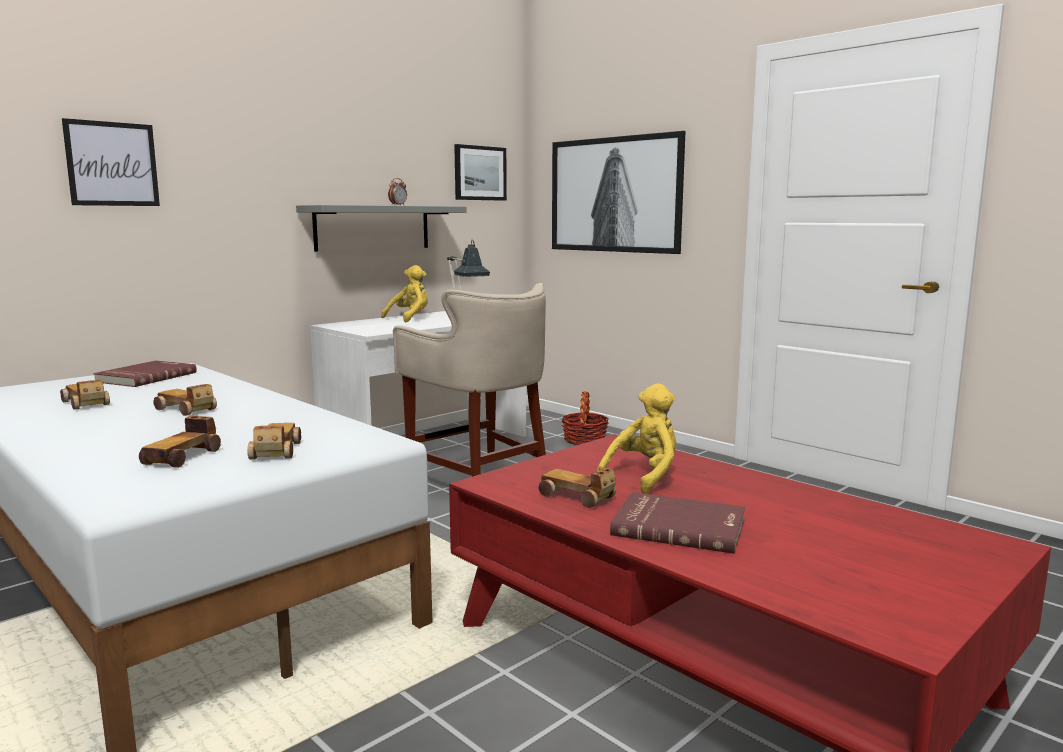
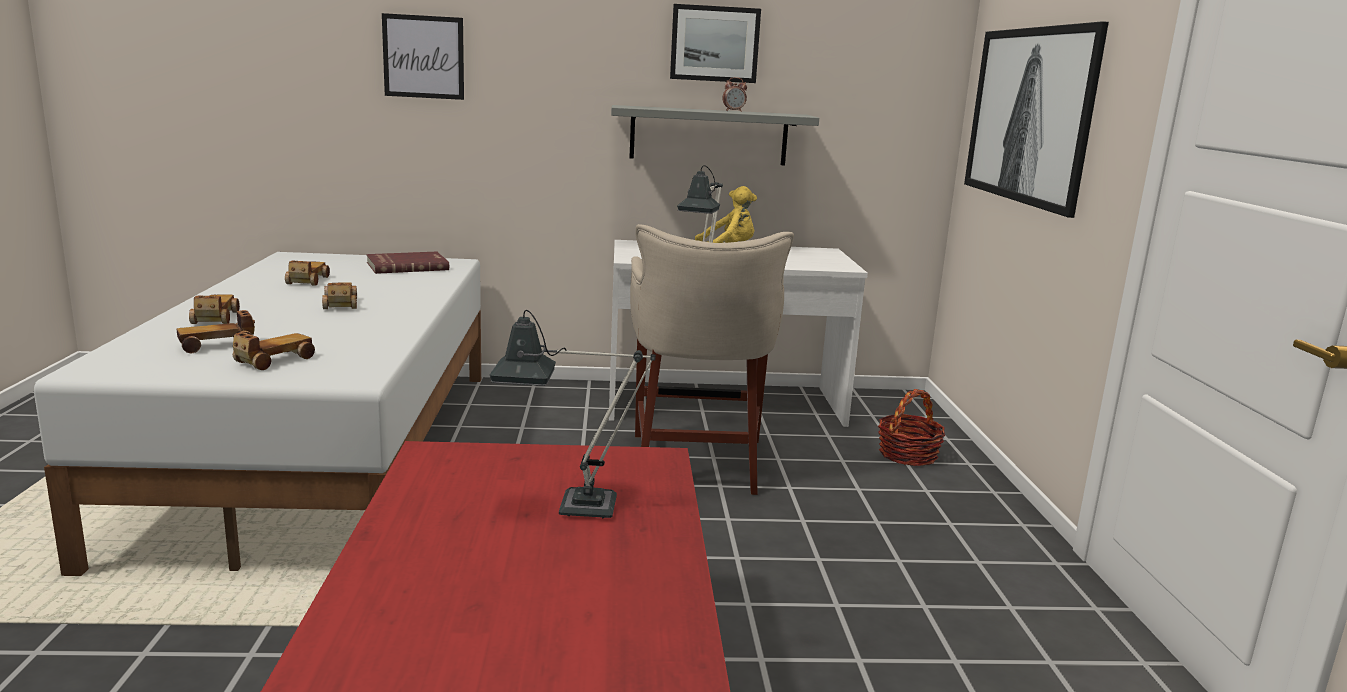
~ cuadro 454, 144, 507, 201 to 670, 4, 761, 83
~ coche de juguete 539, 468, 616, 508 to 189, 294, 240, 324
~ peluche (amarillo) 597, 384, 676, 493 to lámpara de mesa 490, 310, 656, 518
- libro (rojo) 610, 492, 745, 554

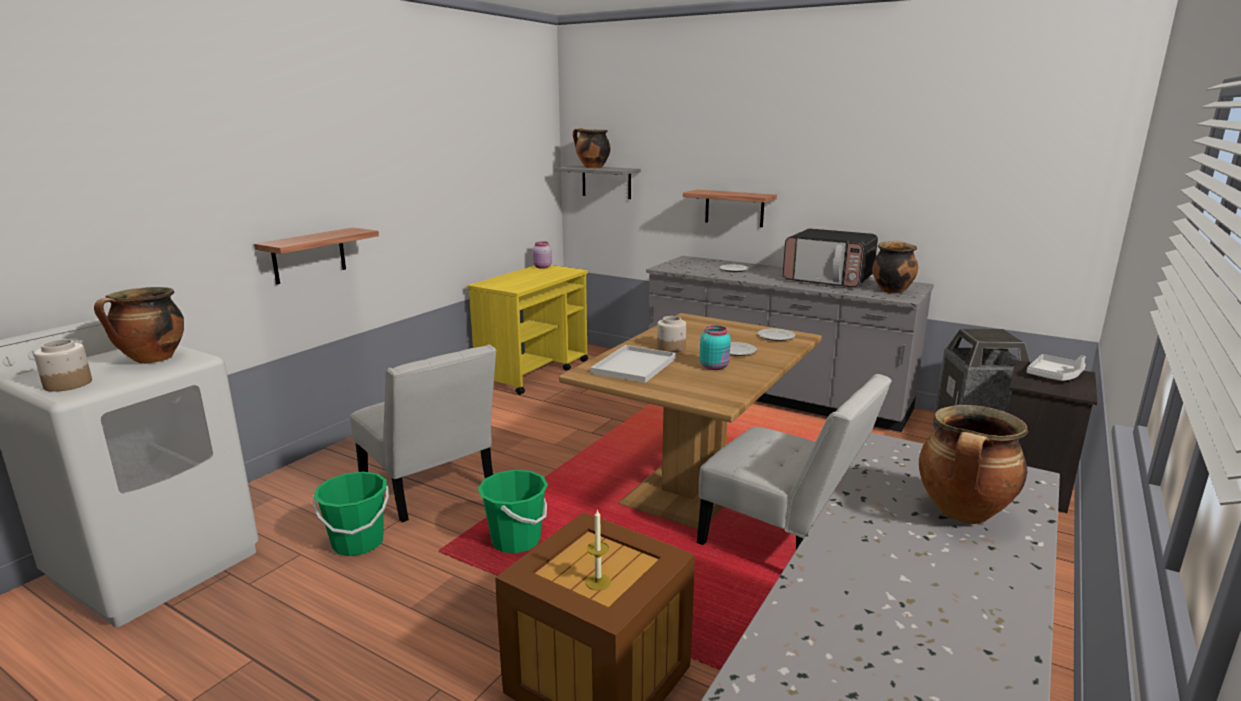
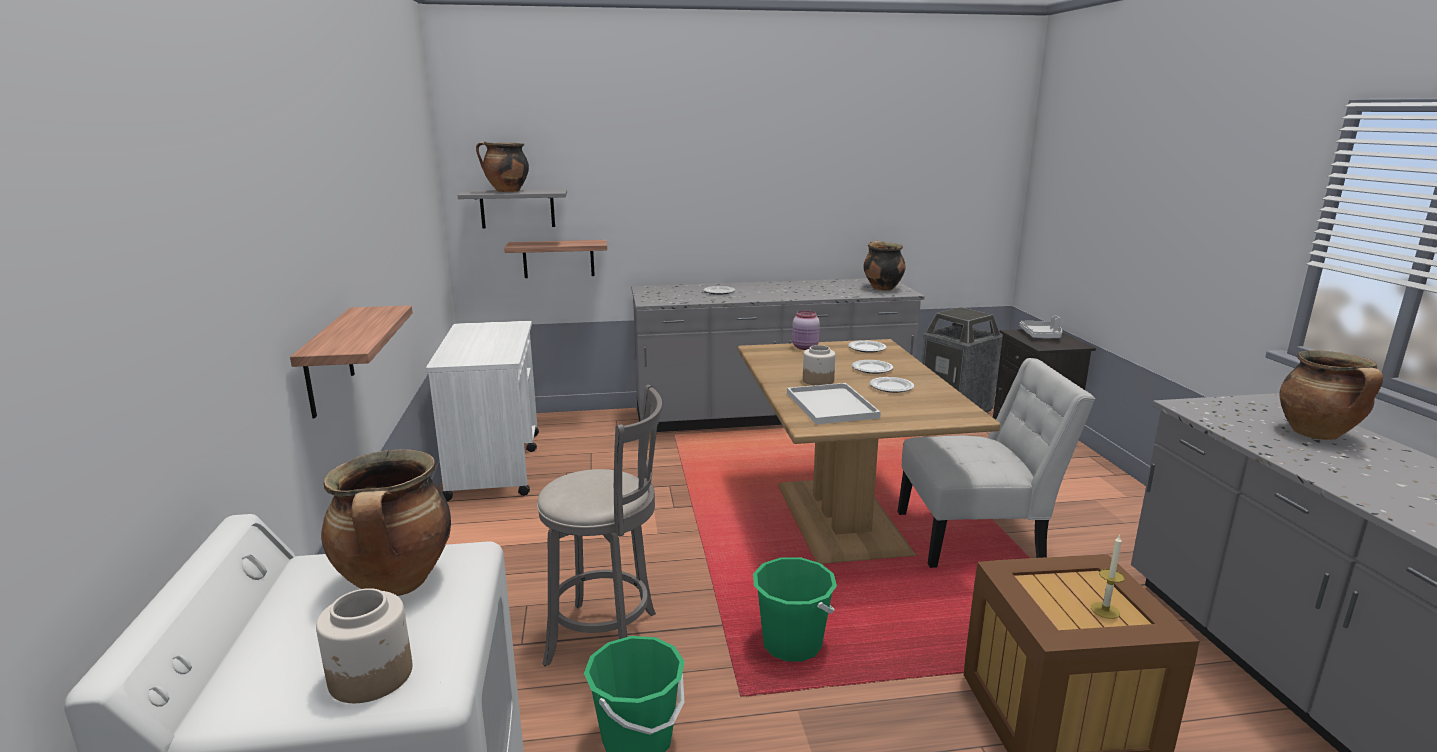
~ silla (blanco) 350, 345, 496, 522 to taburete (gris) 537, 385, 662, 666
~ carrito (amarillo) 468, 265, 588, 395 to carrito (blanco) 426, 321, 539, 501
~ tarro (rosa) 533, 242, 552, 269 to 792, 310, 820, 350
~ estante 683, 190, 777, 227 to 504, 240, 607, 278
~ tarro (turquesa) 700, 325, 731, 370 to plato 870, 377, 914, 393
- microondas 783, 229, 878, 288

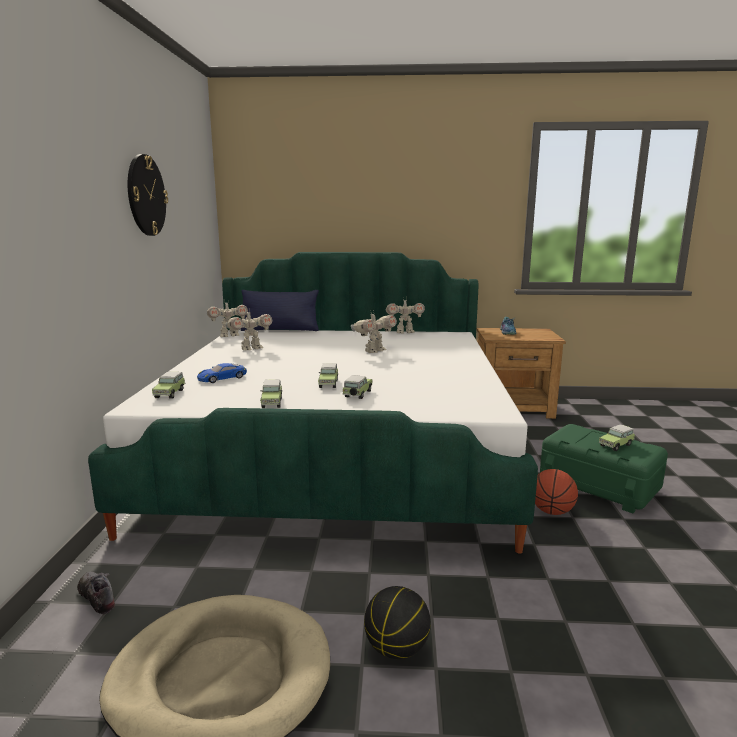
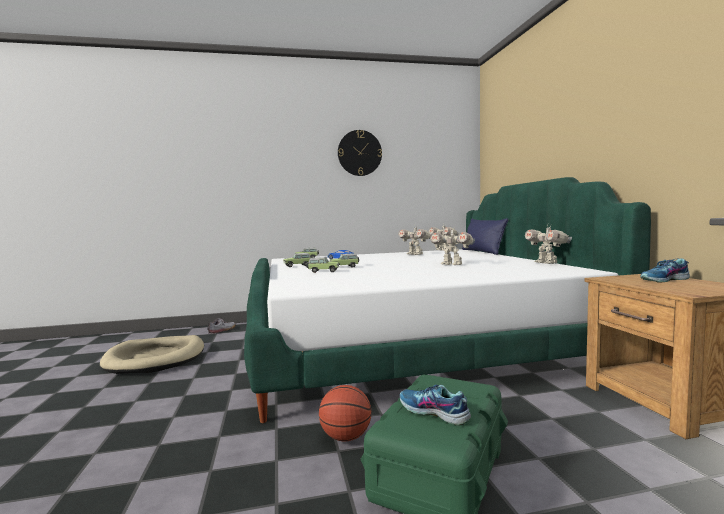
- balón de baloncesto 364, 586, 431, 659
~ coche de juguete 599, 424, 635, 451 to zapato 400, 385, 471, 425

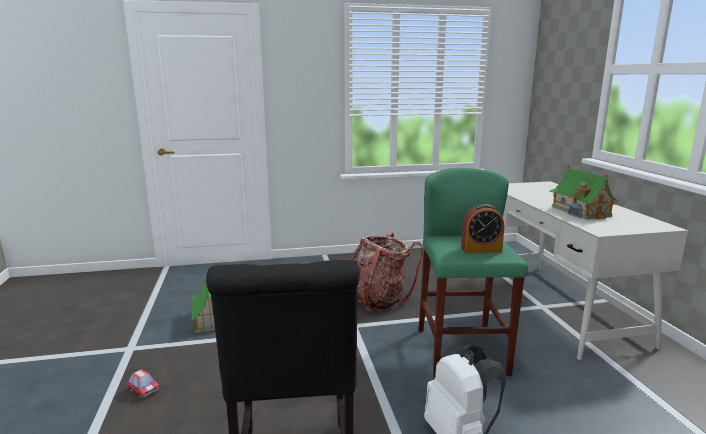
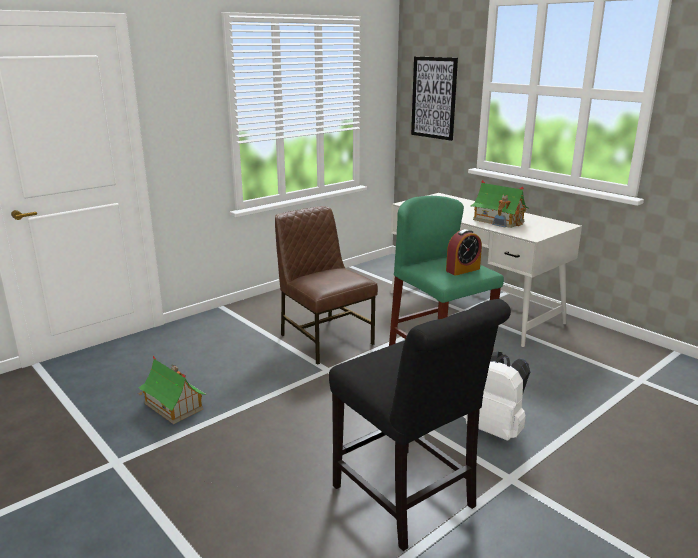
- coche de juguete 127, 369, 160, 398
~ mochila 347, 232, 423, 311 to silla (marrón) 275, 206, 378, 365
+ cuadro 411, 57, 458, 141

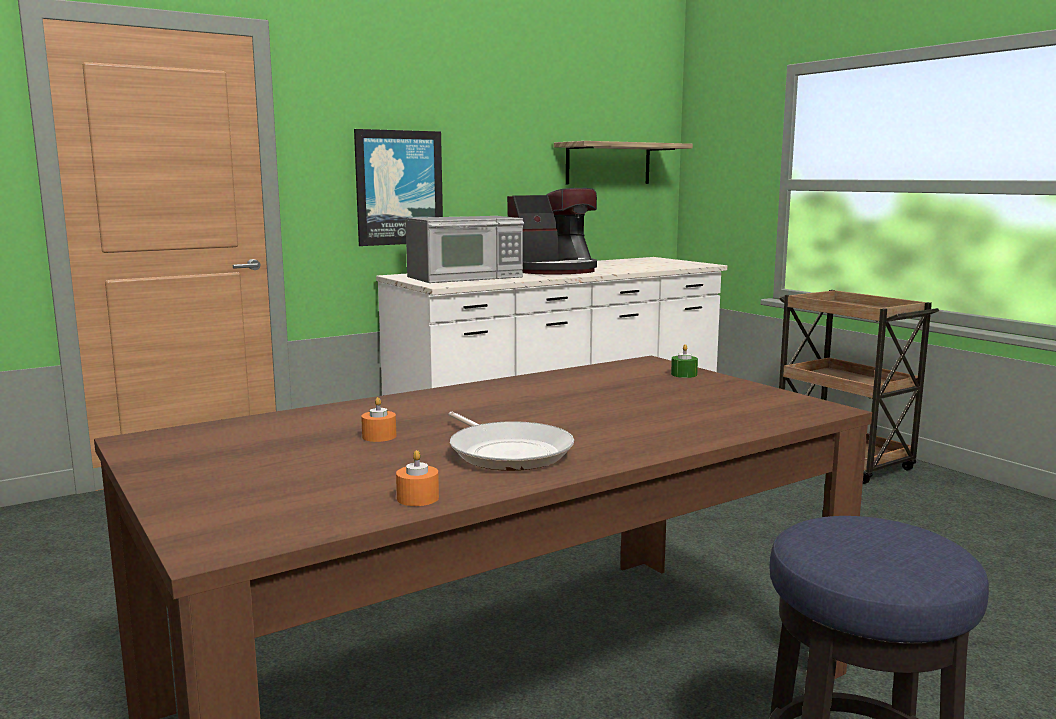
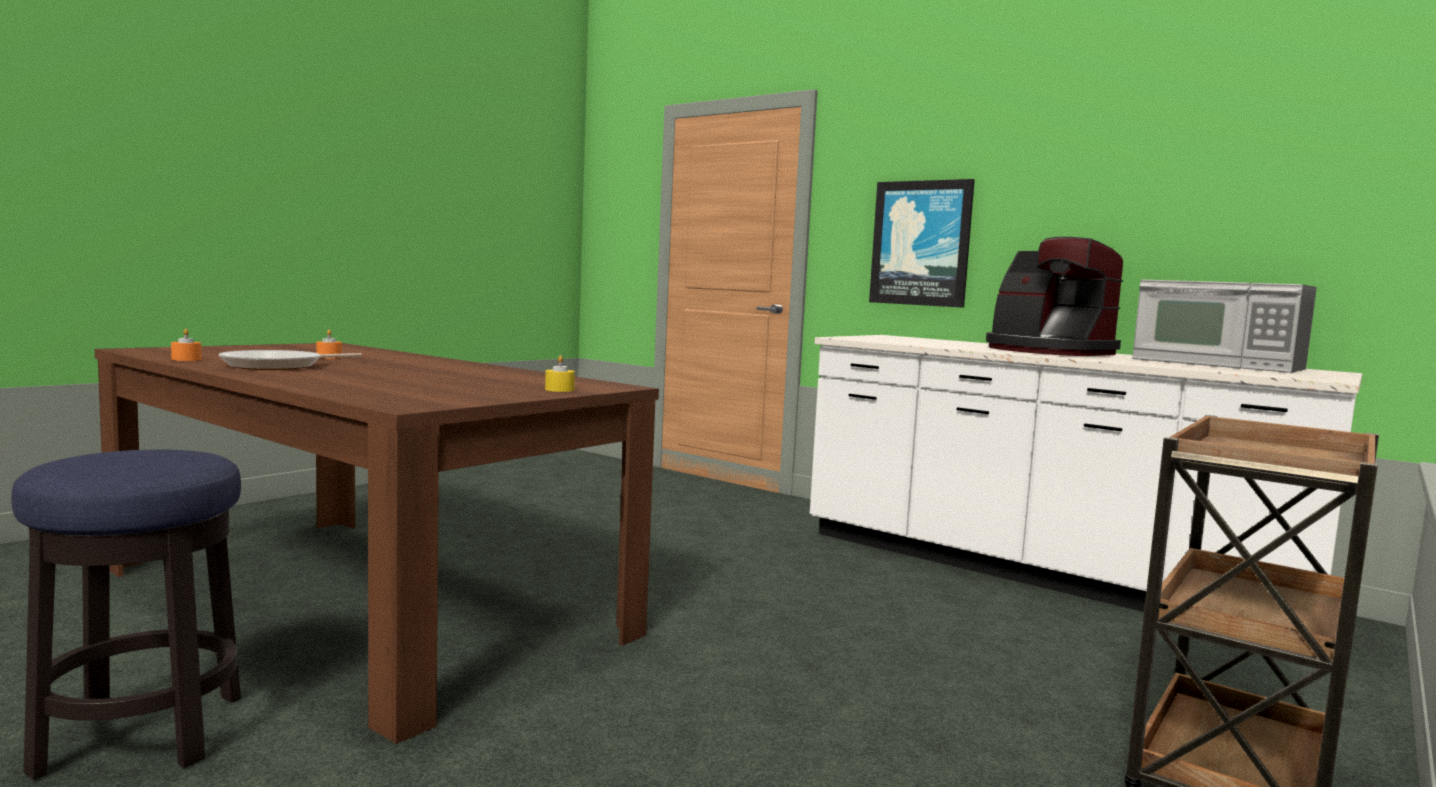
~ microondas 406, 216, 524, 283 to 1132, 279, 1317, 373
- estante 554, 141, 693, 184
~ vela (verde) 671, 344, 698, 378 to vela (amarillo) 545, 355, 575, 392

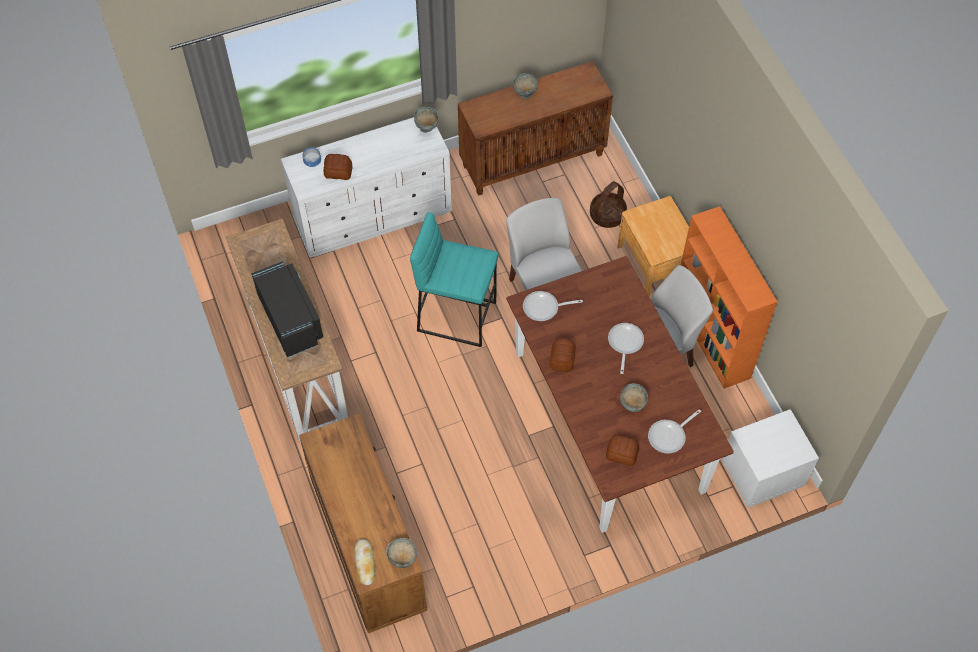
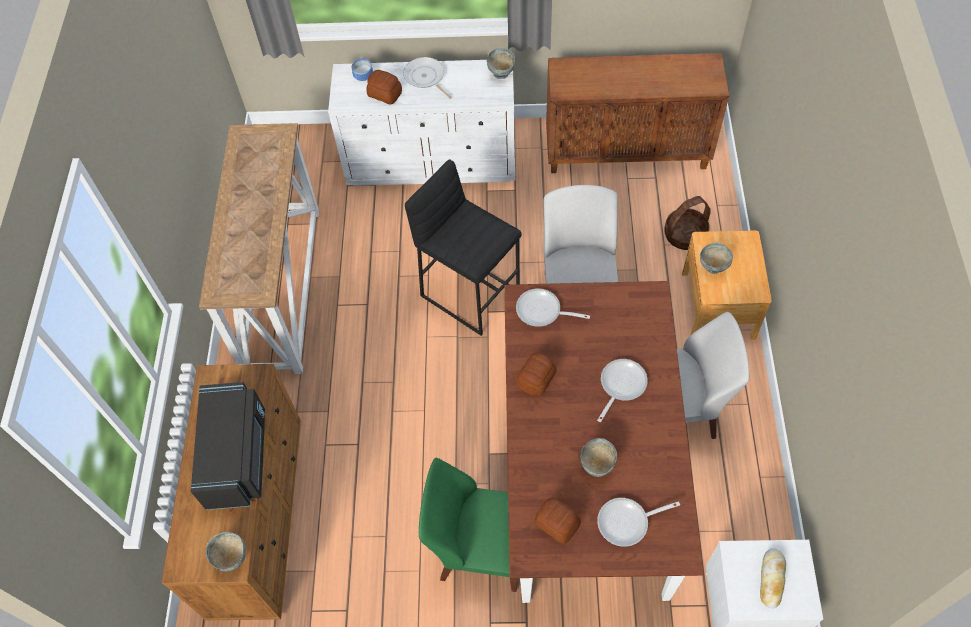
~ microondas (negro) 252, 262, 323, 358 to 191, 382, 265, 510
~ pan 354, 539, 375, 585 to 760, 548, 786, 608
~ taburete (turquesa) 410, 212, 499, 347 to taburete (negro) 405, 159, 522, 336
~ cuenco (gris) 513, 73, 538, 99 to 700, 243, 733, 274
- estantería (naranja) 681, 206, 777, 389
+ sartén 403, 57, 452, 99
+ silla (verde) 419, 458, 518, 592

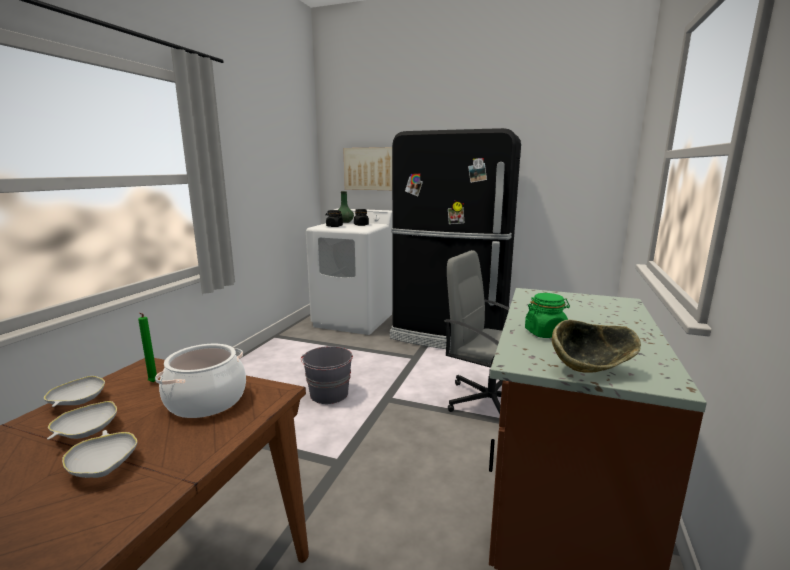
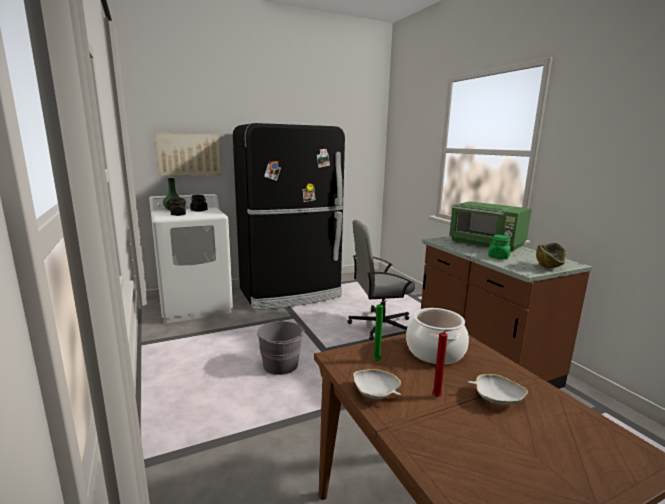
~ cuenco (blanco) 47, 401, 117, 440 to vela (rojo) 432, 330, 451, 397
+ microondas (verde) 449, 201, 532, 251

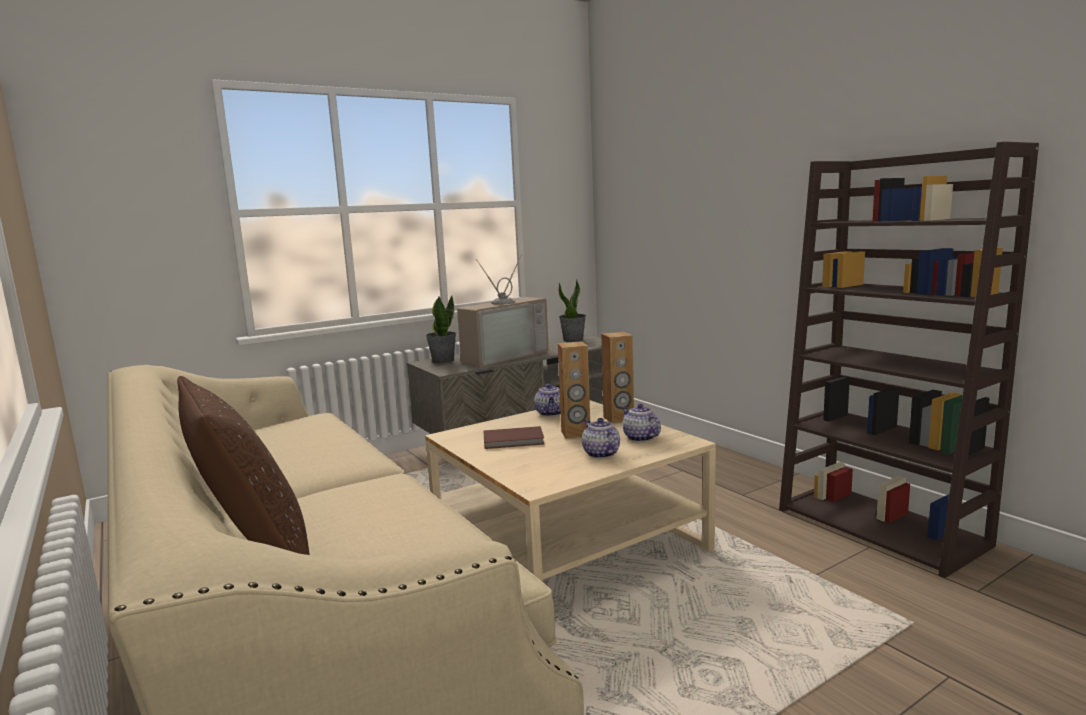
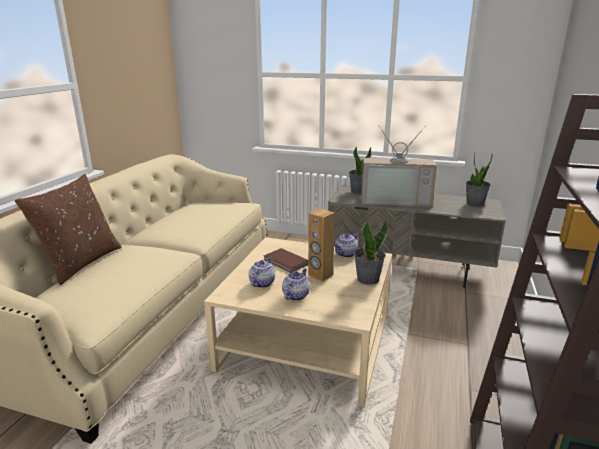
~ altavoz (marrón) 601, 332, 634, 423 to planta en maceta 354, 219, 388, 285
~ tetera 622, 404, 661, 442 to 249, 258, 275, 288

